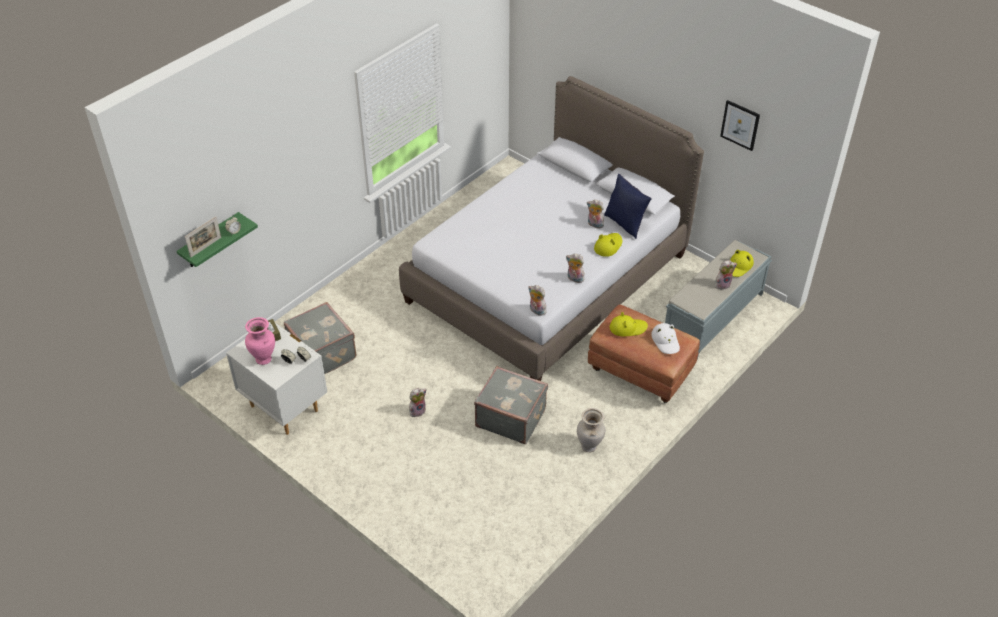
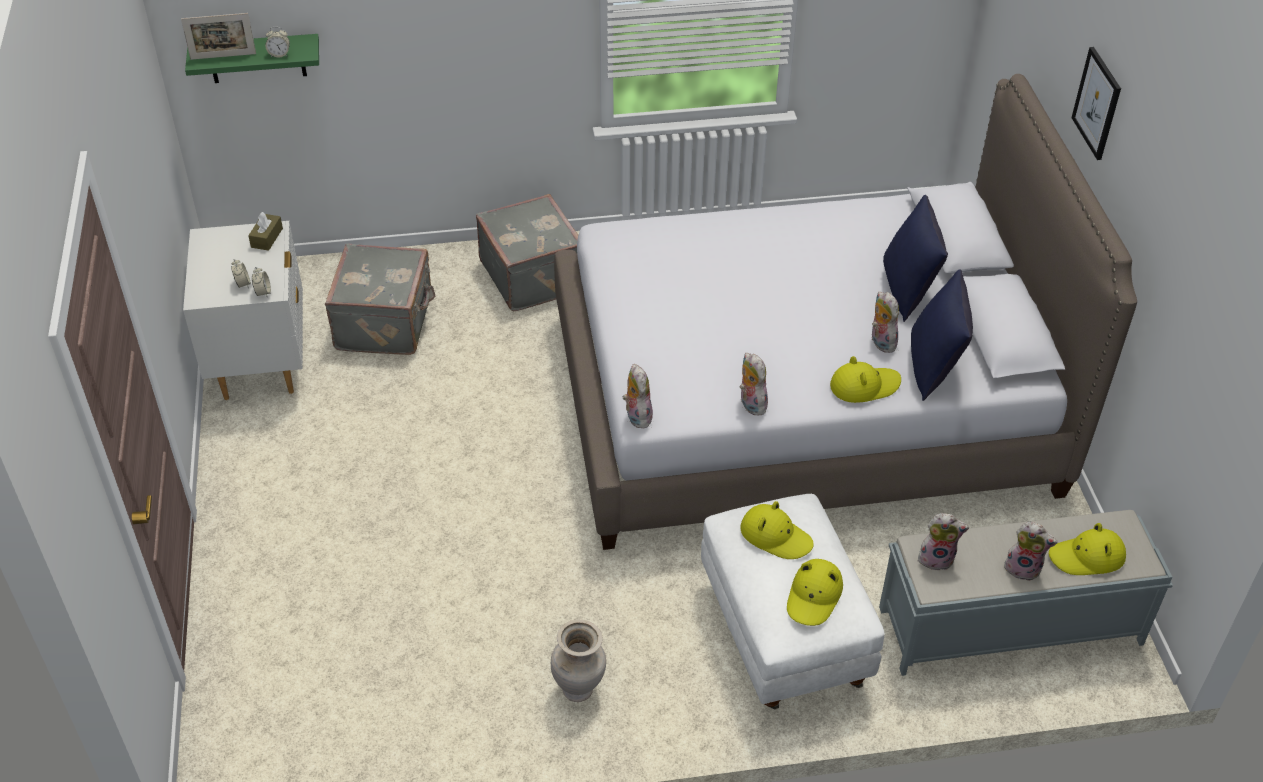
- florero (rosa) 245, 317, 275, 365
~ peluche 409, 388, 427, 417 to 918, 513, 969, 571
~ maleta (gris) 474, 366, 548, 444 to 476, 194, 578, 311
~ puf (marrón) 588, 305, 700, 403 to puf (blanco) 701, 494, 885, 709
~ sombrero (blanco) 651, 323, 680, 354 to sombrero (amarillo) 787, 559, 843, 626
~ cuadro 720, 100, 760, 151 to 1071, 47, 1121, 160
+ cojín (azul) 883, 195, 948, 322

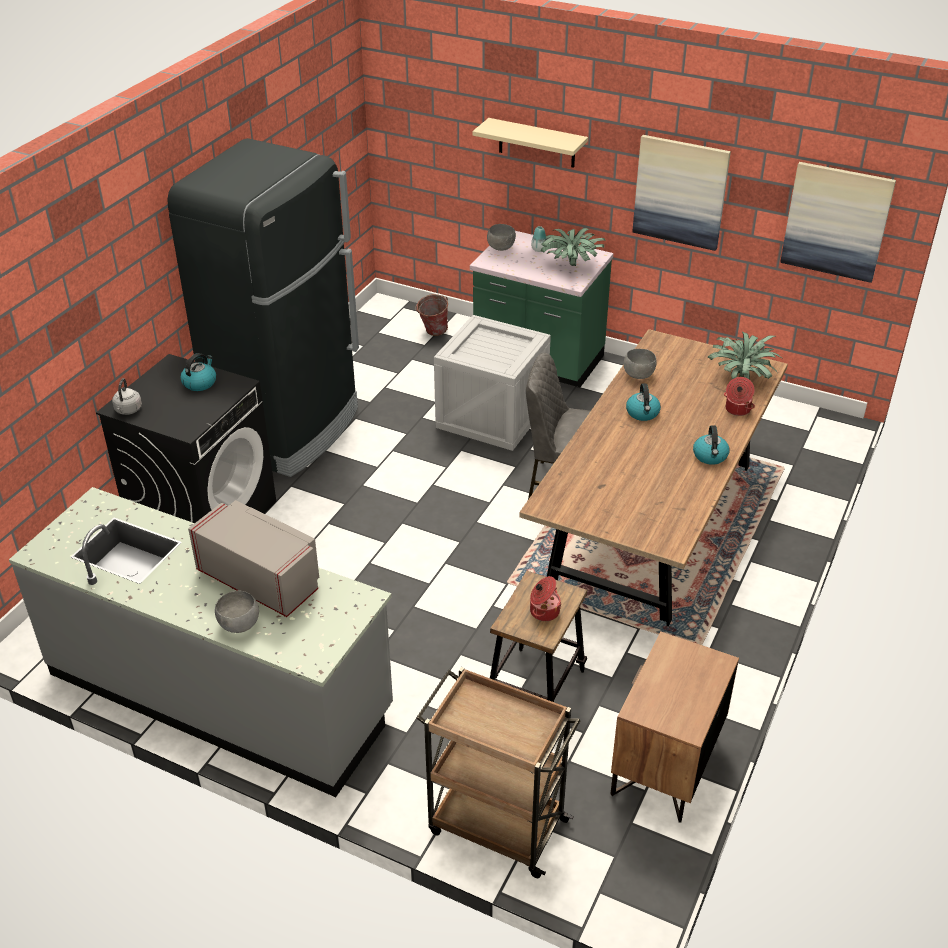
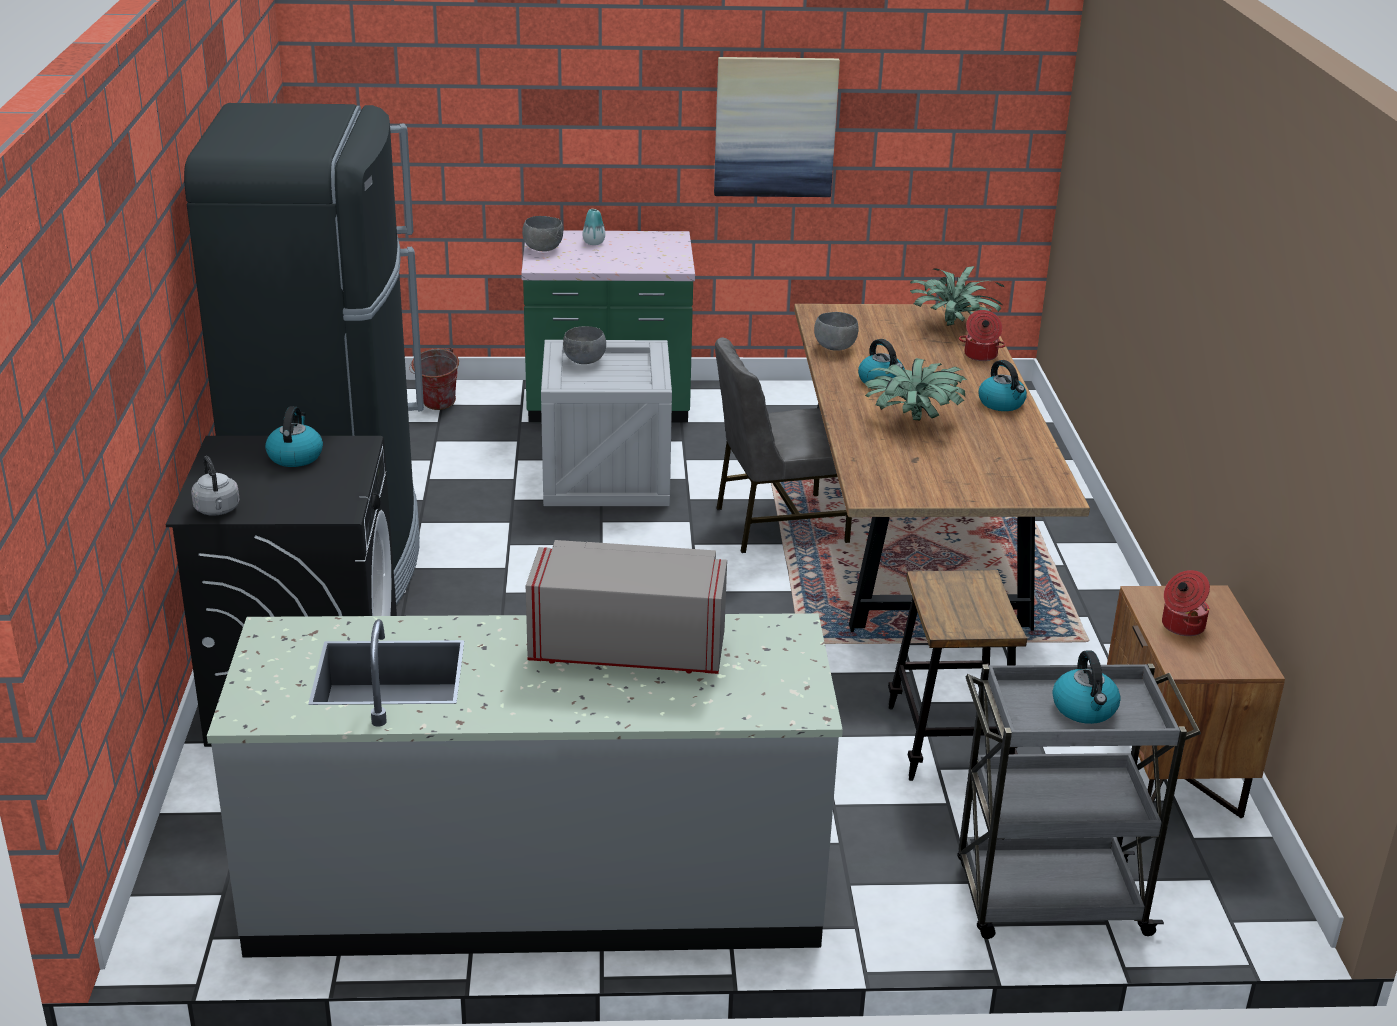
~ cuenco (gris) 215, 591, 259, 633 to 563, 326, 606, 364
~ carrito (marrón) 416, 667, 580, 878 to carrito (gris) 957, 664, 1201, 939
- estante (beis) 472, 118, 588, 168
~ olla 530, 576, 561, 621 to 1162, 570, 1210, 636
~ planta en maceta 540, 228, 606, 266 to 865, 358, 968, 420
- cuadro 780, 162, 896, 283
+ hervidor 1052, 650, 1121, 724

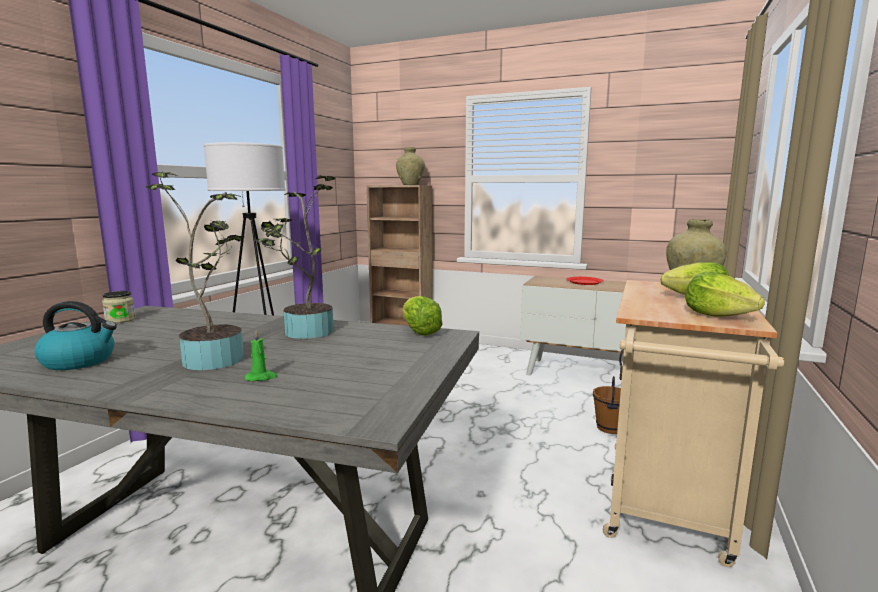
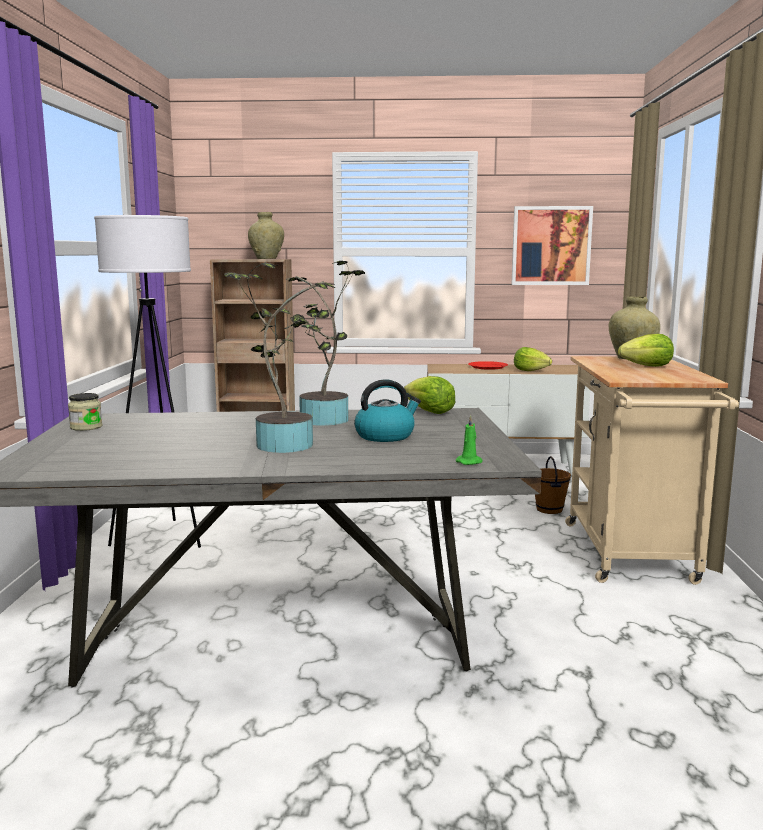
~ hervidor 35, 301, 117, 370 to 354, 379, 421, 442
~ vela (verde) 245, 330, 278, 381 to 456, 415, 483, 465
~ lechuga 685, 272, 765, 317 to 514, 347, 552, 371
+ cuadro 512, 206, 593, 285

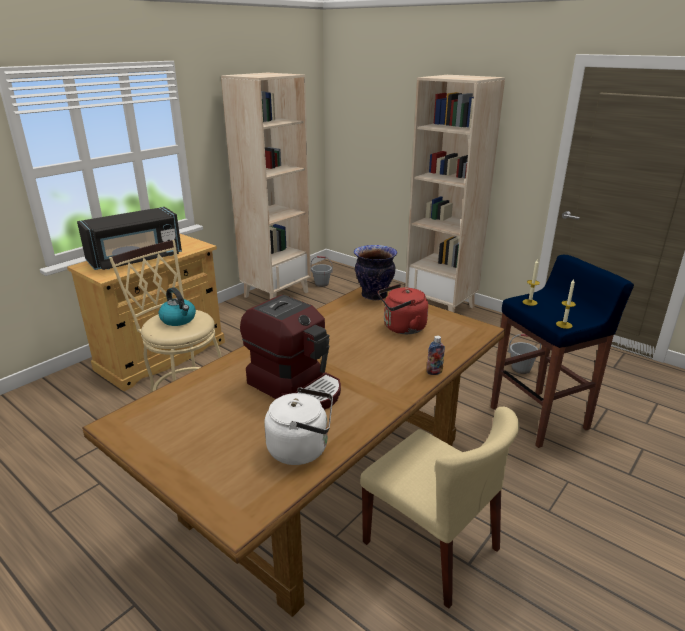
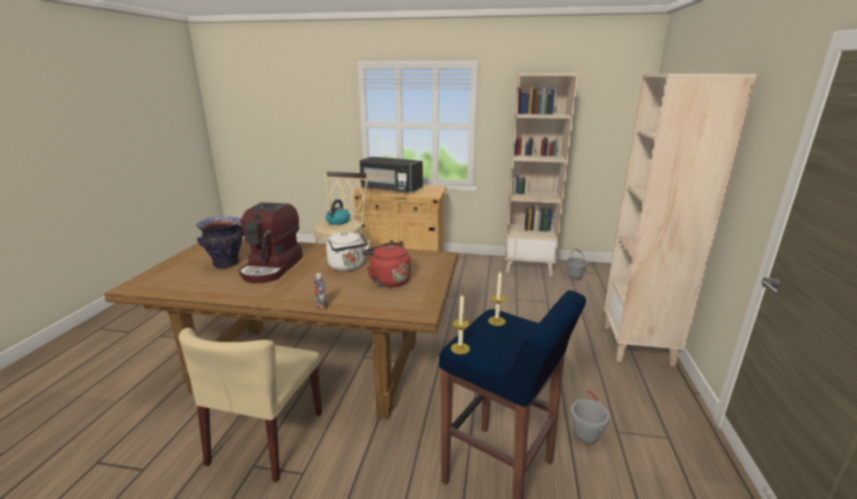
~ hervidor (blanco) 264, 387, 333, 465 to 326, 232, 371, 271
~ florero 354, 245, 397, 300 to 196, 216, 244, 268

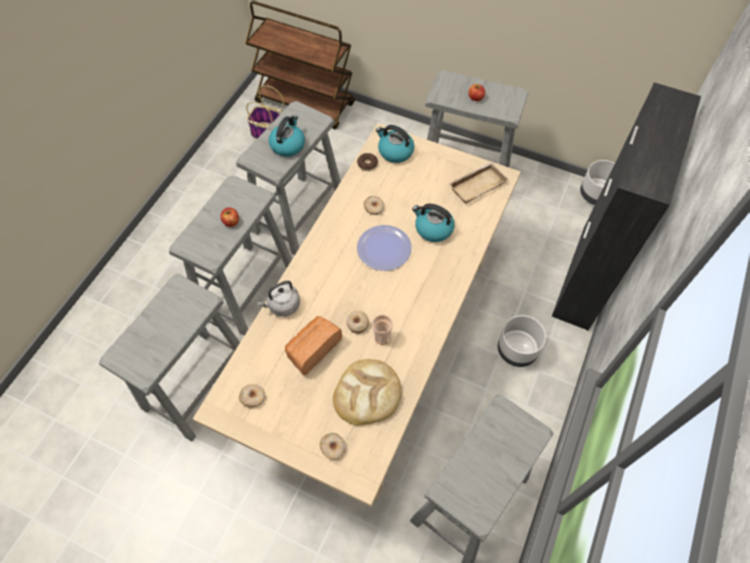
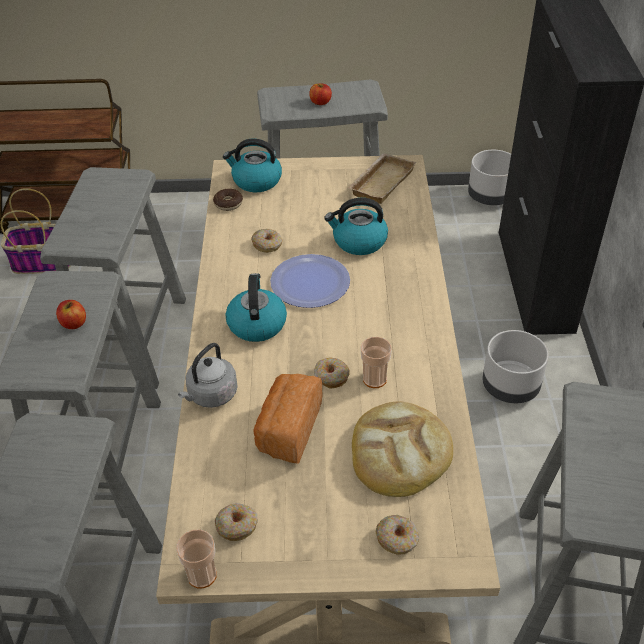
~ hervidor 269, 115, 305, 157 to 226, 273, 287, 342
+ taza 176, 529, 217, 589

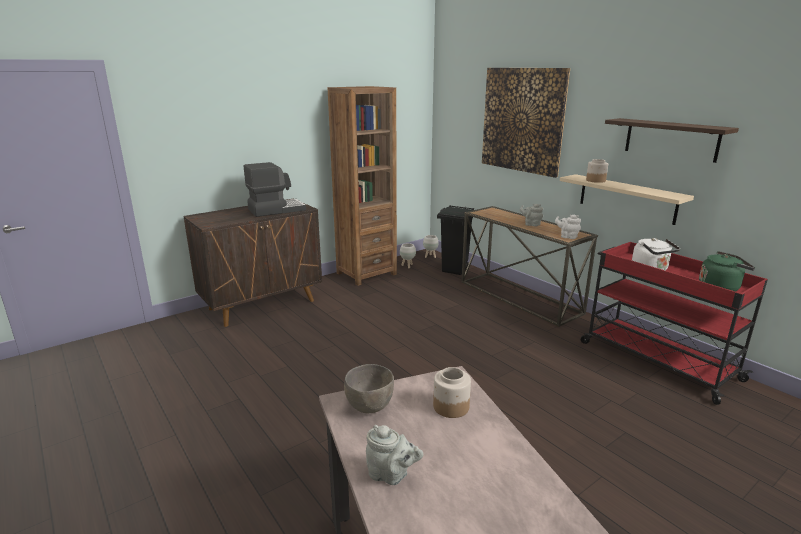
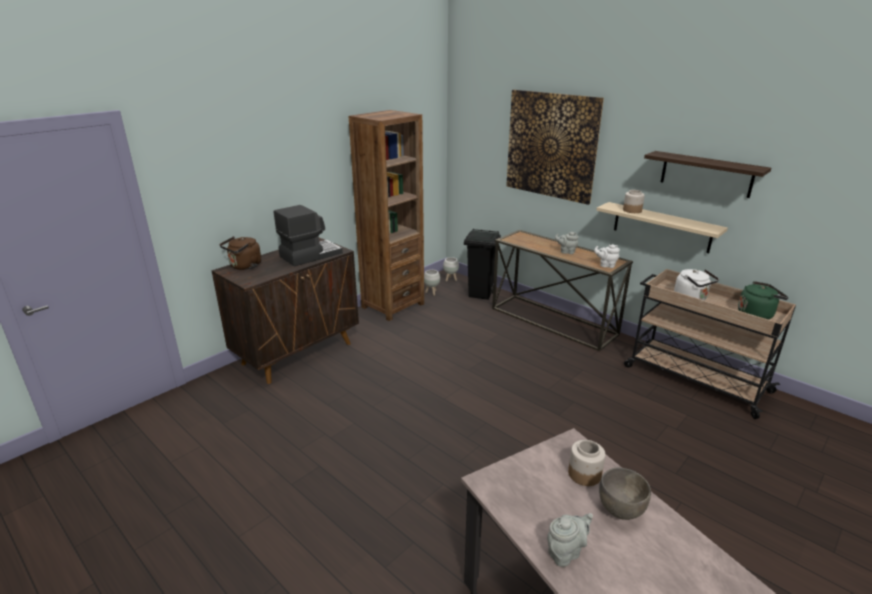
~ cuenco (gris) 344, 364, 394, 413 to 599, 468, 651, 520
~ tetera (gris) 366, 425, 424, 485 = 547, 513, 593, 567 45 degrees counterclockwise
~ carrito (rojo) 581, 242, 768, 405 to carrito (beis) 624, 269, 796, 419
+ hervidor (marrón) 220, 236, 261, 270

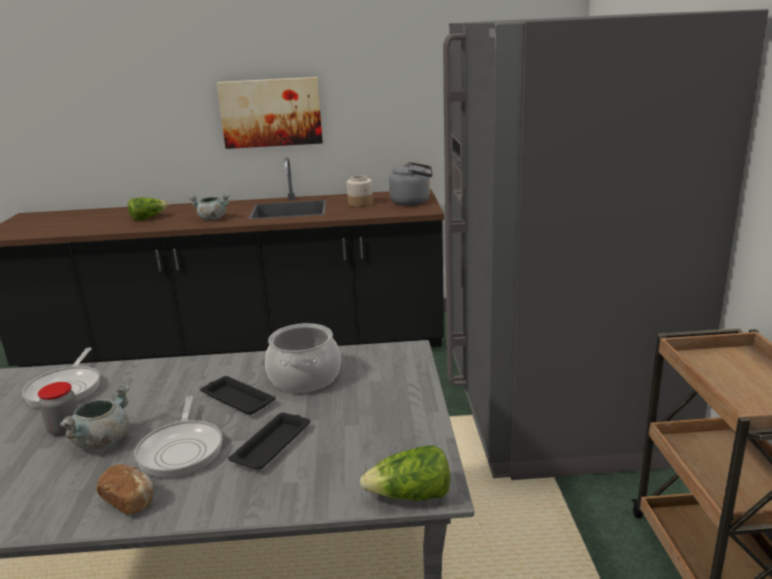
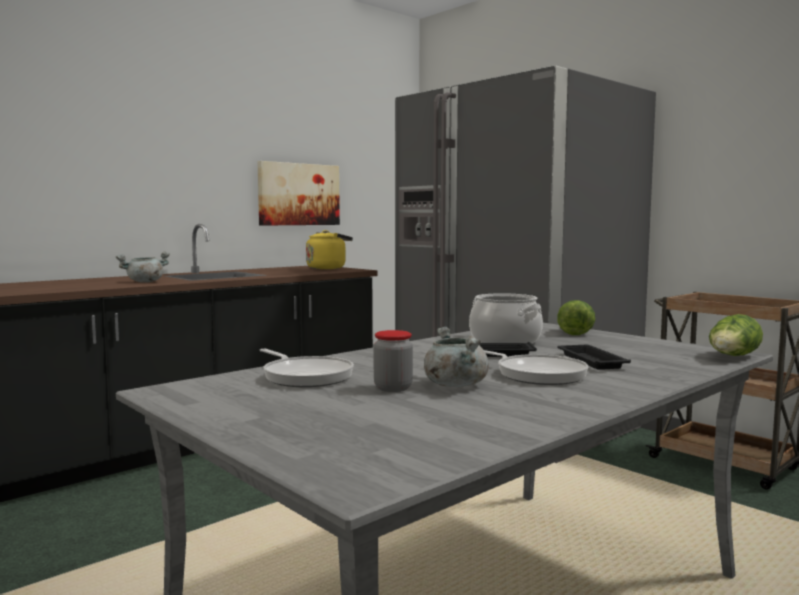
- pan 96, 464, 153, 514
~ lechuga 128, 198, 168, 221 to 557, 300, 595, 335
~ cuadro 217, 77, 323, 149 to 257, 161, 340, 226
- tarro 347, 175, 373, 207
~ hervidor (gris) 389, 162, 433, 205 to hervidor (amarillo) 306, 230, 353, 269

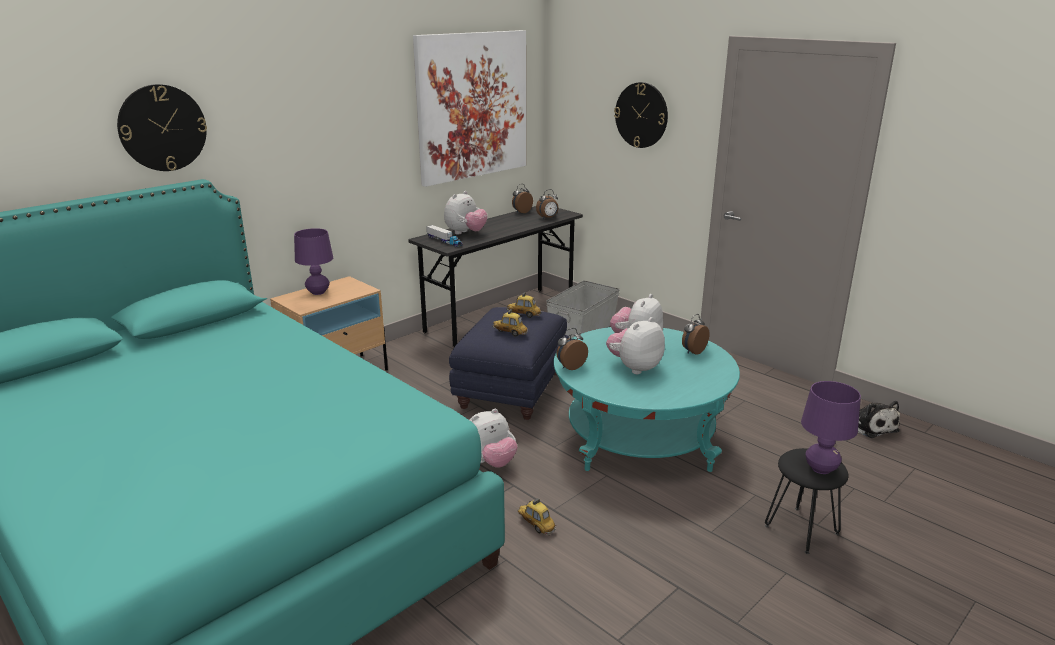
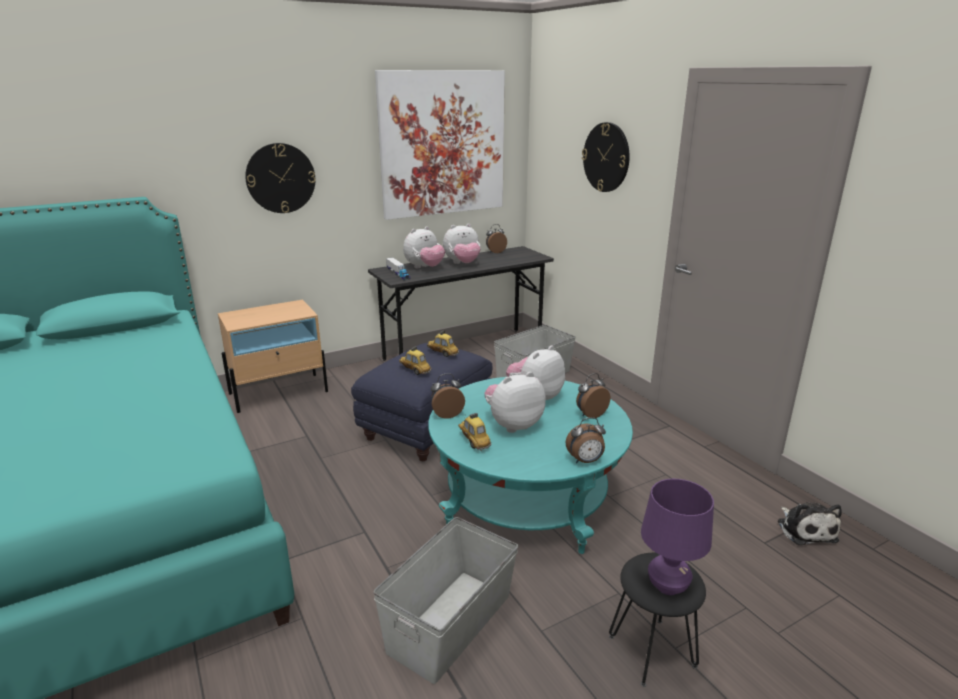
~ reloj de pared 117, 84, 207, 171 to 245, 143, 316, 213
- lámpara de mesa (morado) 294, 228, 333, 295
~ peluche 469, 409, 517, 468 to 443, 224, 481, 264
~ coche de juguete 518, 498, 556, 536 to 458, 413, 491, 451
~ despertador 536, 189, 558, 219 to 566, 417, 606, 463
+ caja de almacenaje (gris) 373, 517, 518, 684

